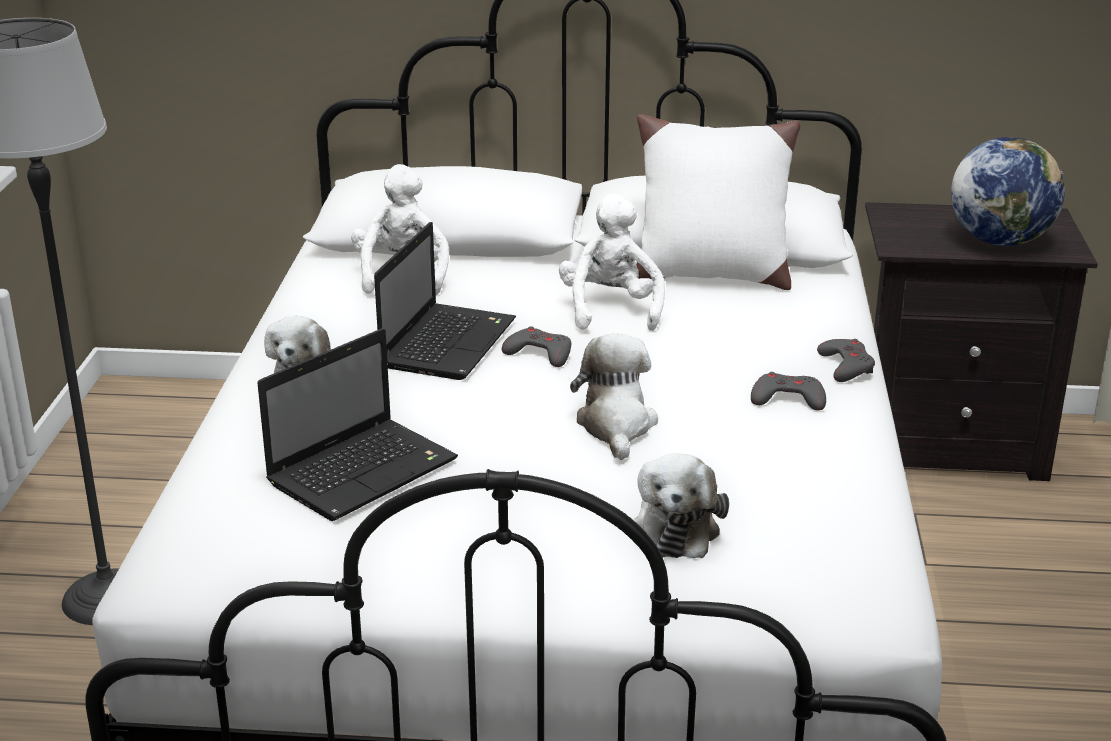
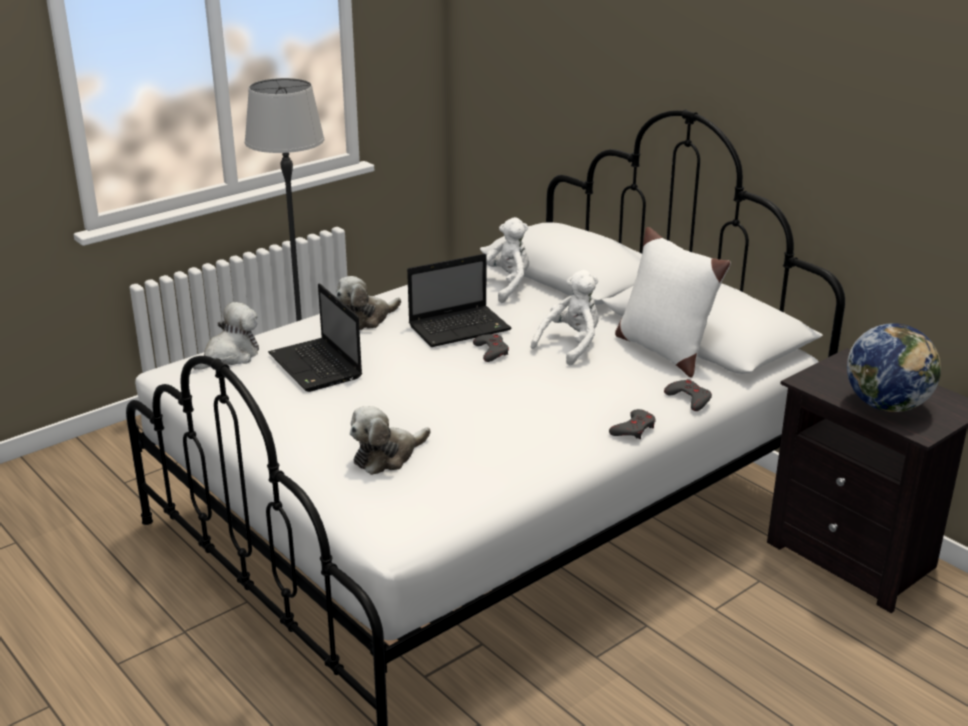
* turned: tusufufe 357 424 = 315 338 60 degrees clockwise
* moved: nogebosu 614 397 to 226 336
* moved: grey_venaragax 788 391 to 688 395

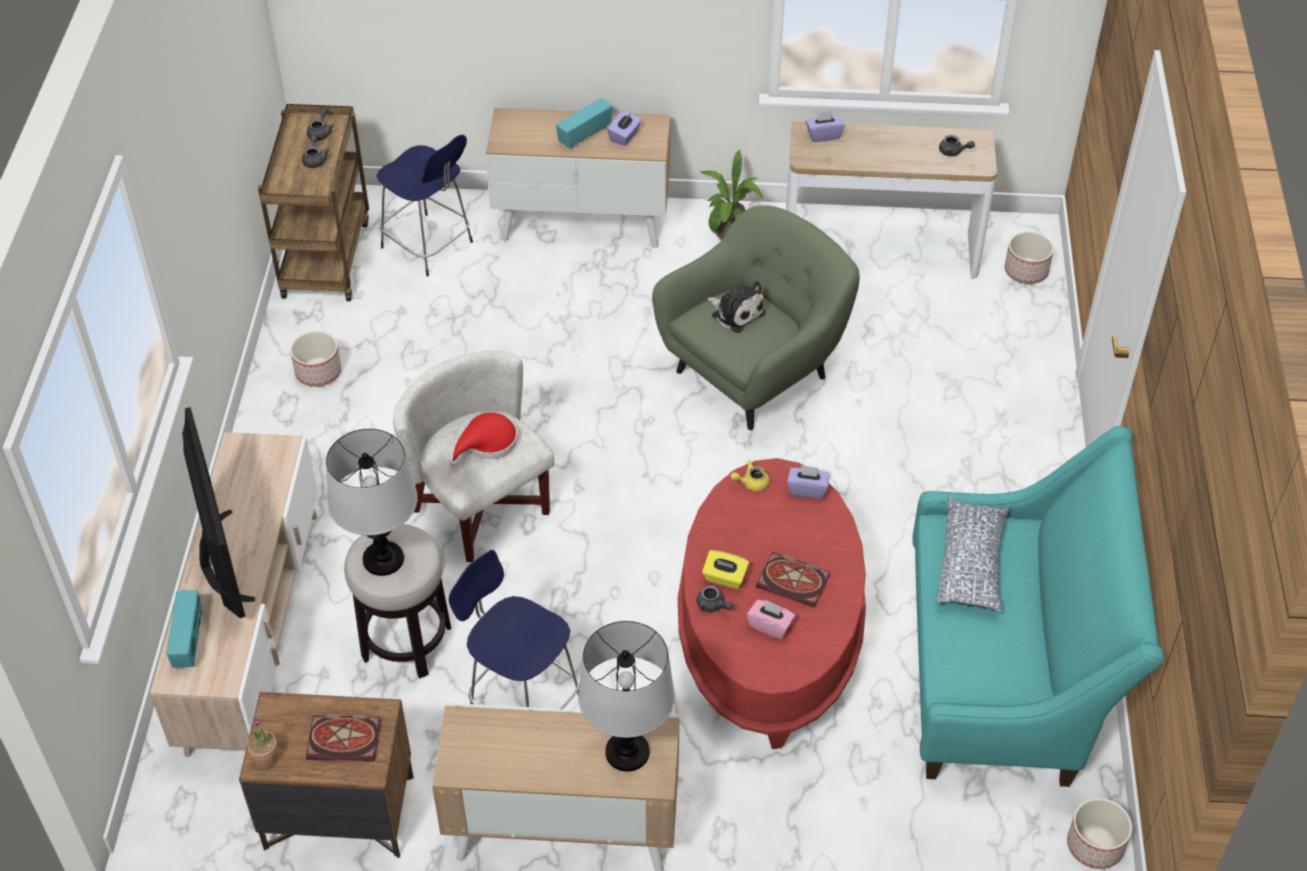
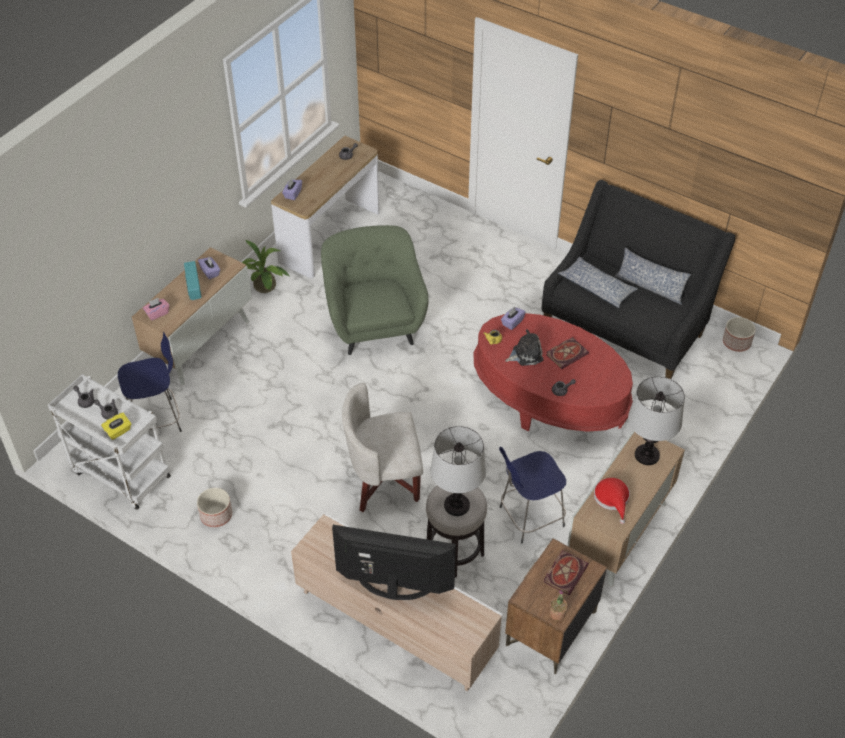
* removed: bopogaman 185 629
* recoloured: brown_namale 313 202 to white_namale 109 442
* moved: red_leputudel 484 439 to 612 501
* moved: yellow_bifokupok 725 569 to 116 426
* moved: nogebosu 736 307 to 524 347
* moved: pink_bifokupok 771 619 to 156 309
* recoloured: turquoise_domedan 1038 606 to black_domedan 638 279
* removed: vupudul 1029 257
* added: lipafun 653 276

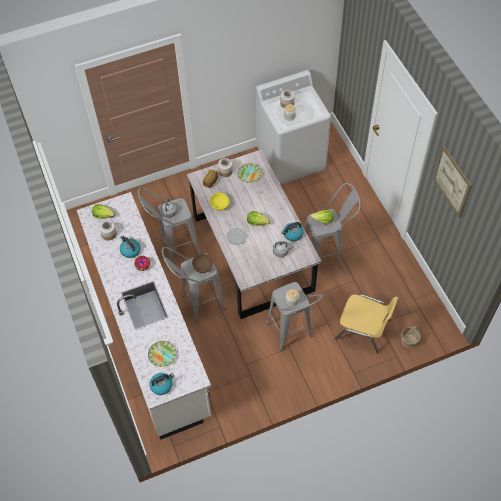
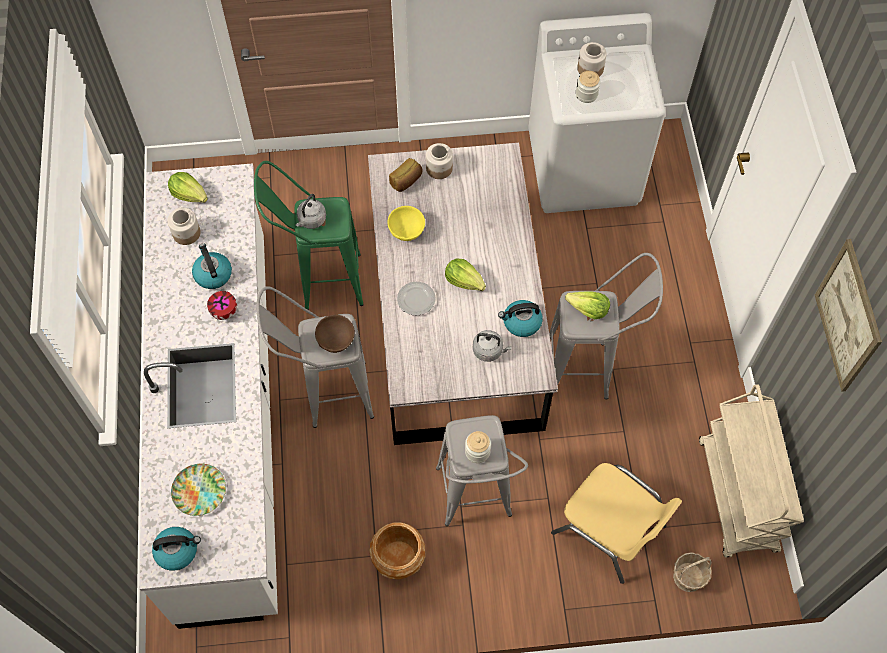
* recoloured: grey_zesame 169 224 to green_zesame 309 235
* removed: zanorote 250 173
* added: brown_vupudul 397 551
* added: beige_namale 751 471

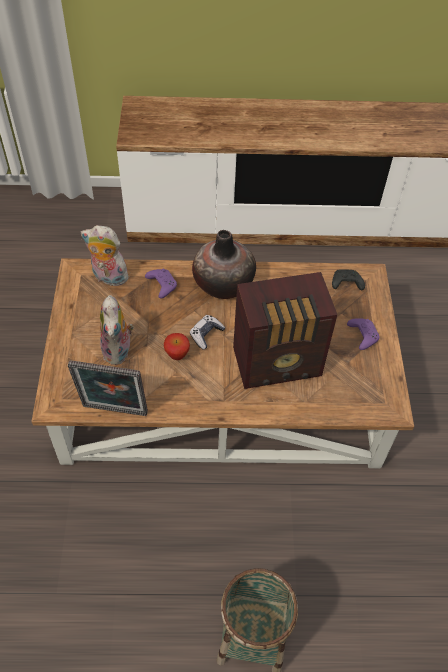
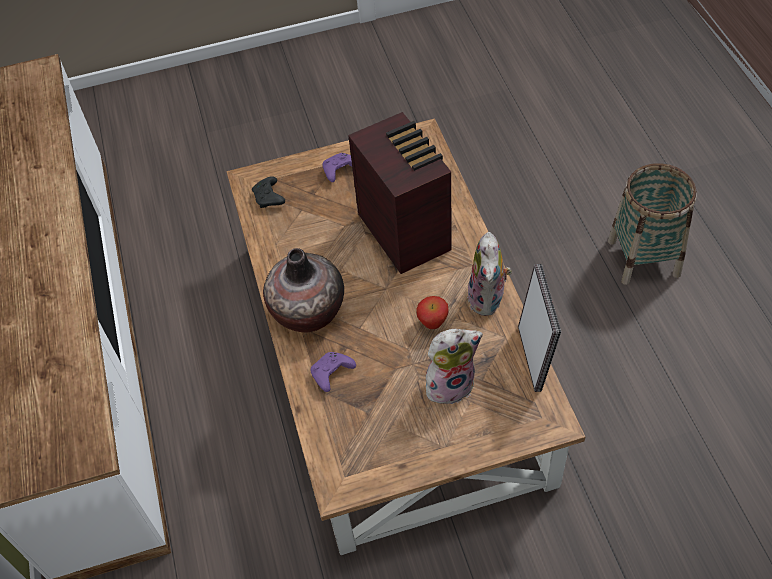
* moved: nogebosu 105 255 to 489 274
* removed: venaragax 207 332

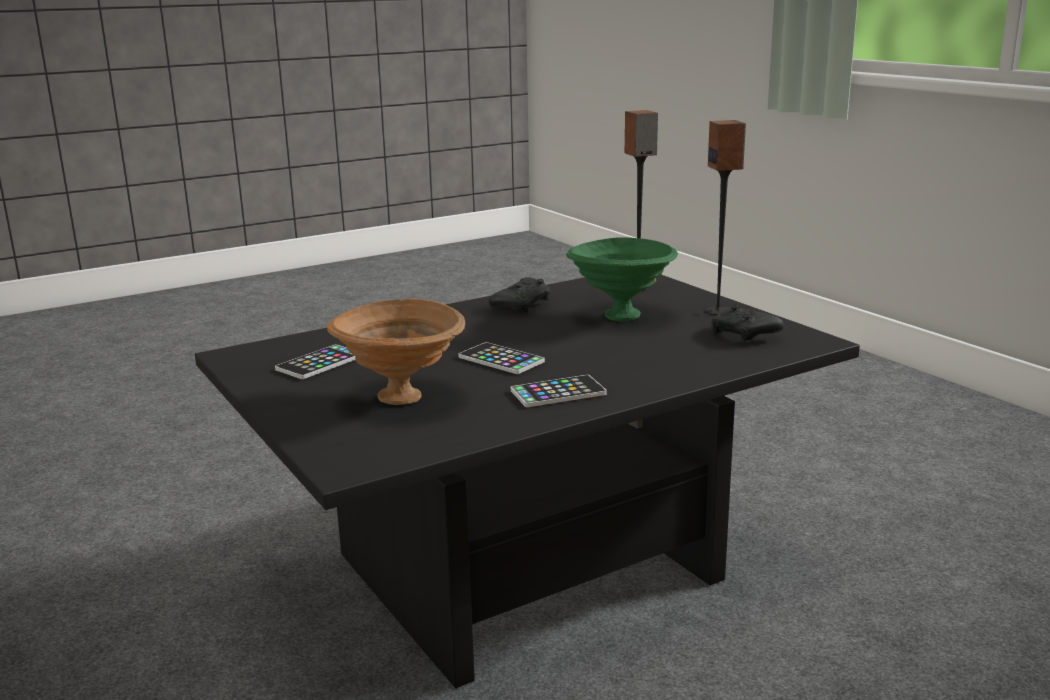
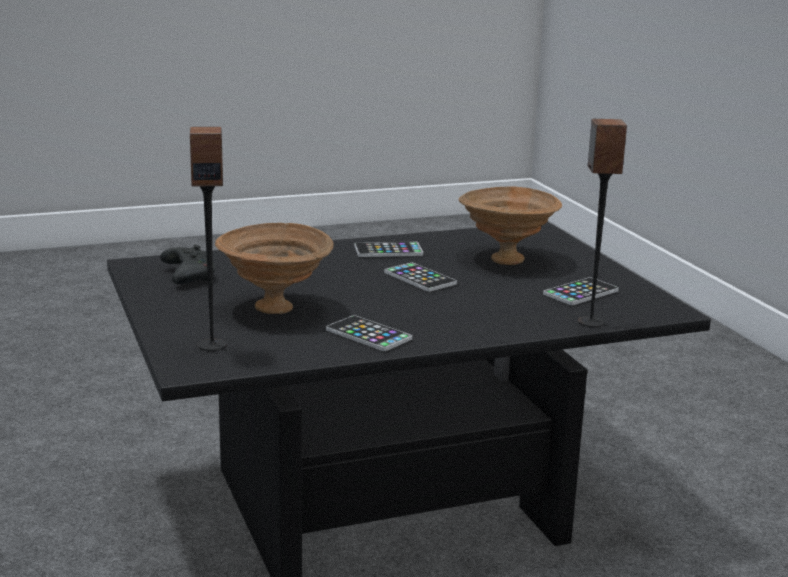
* replaced: black_venaragax 519 295 to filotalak 369 333
* recoloured: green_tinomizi 622 279 to brown_tinomizi 274 268
* moved: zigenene 726 217 to 602 223

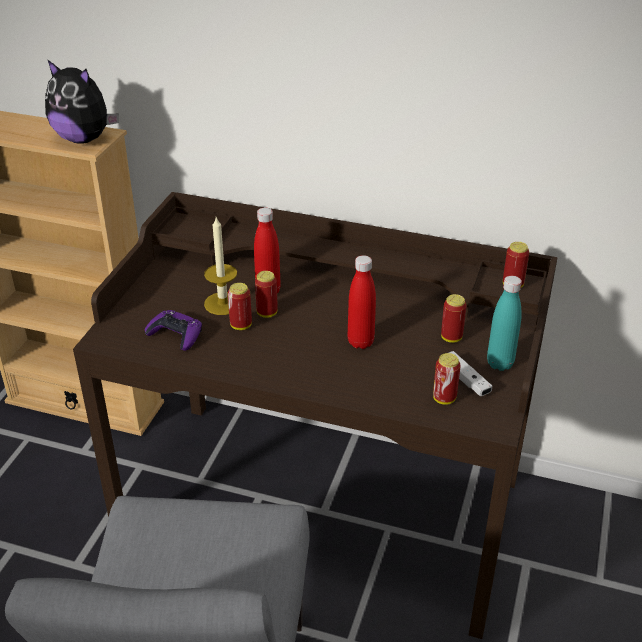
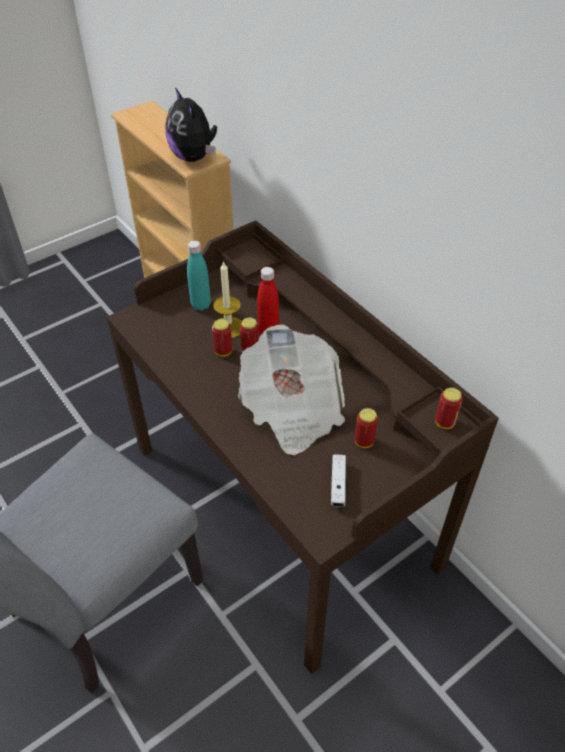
* removed: purple_venaragax 173 330
* replaced: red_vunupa 362 302 to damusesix 291 390
* removed: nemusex 447 379
* moved: turquoise_vunupa 504 323 to 199 275

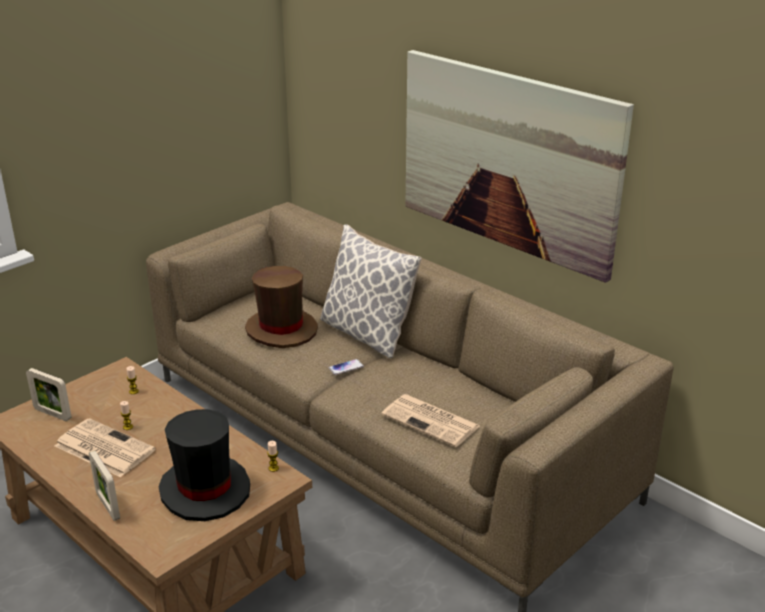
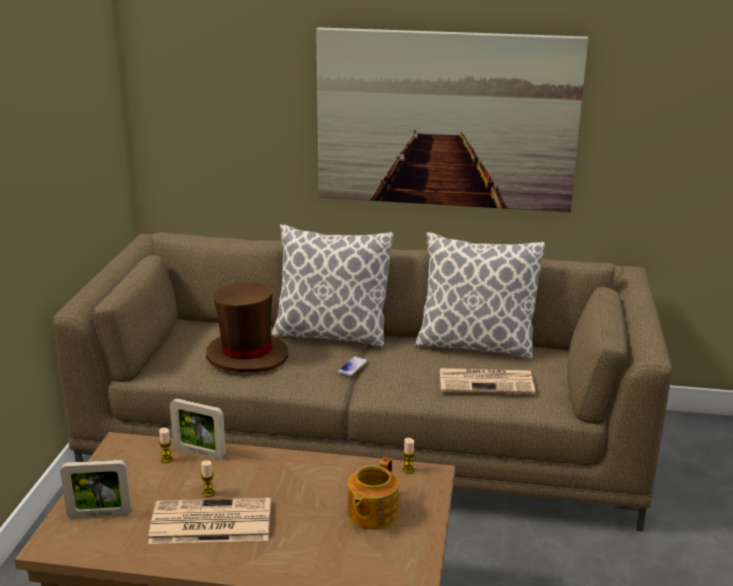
* moved: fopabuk 104 486 to 198 429
* replaced: black_leputudel 204 465 to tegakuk 373 493
* added: lipafun 480 295

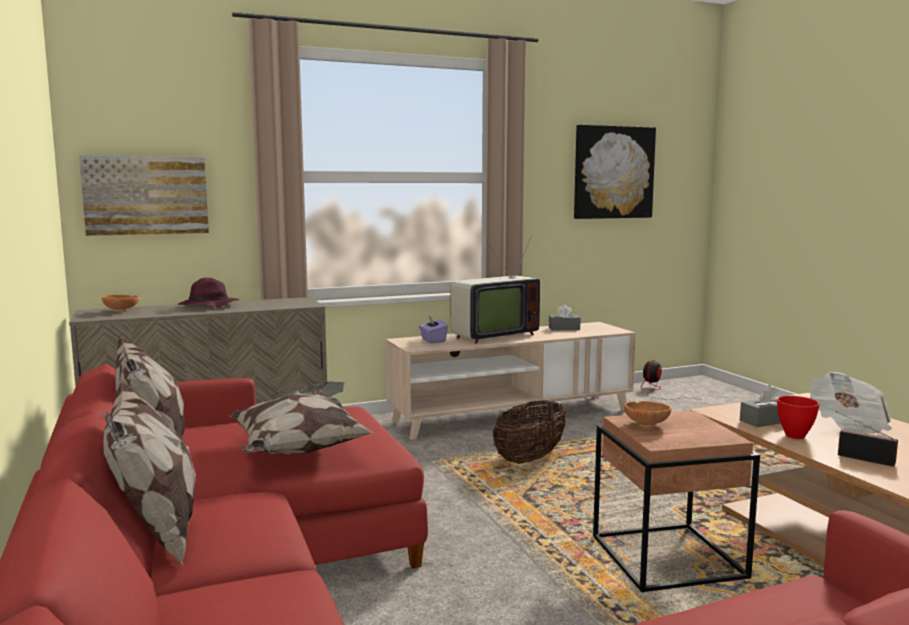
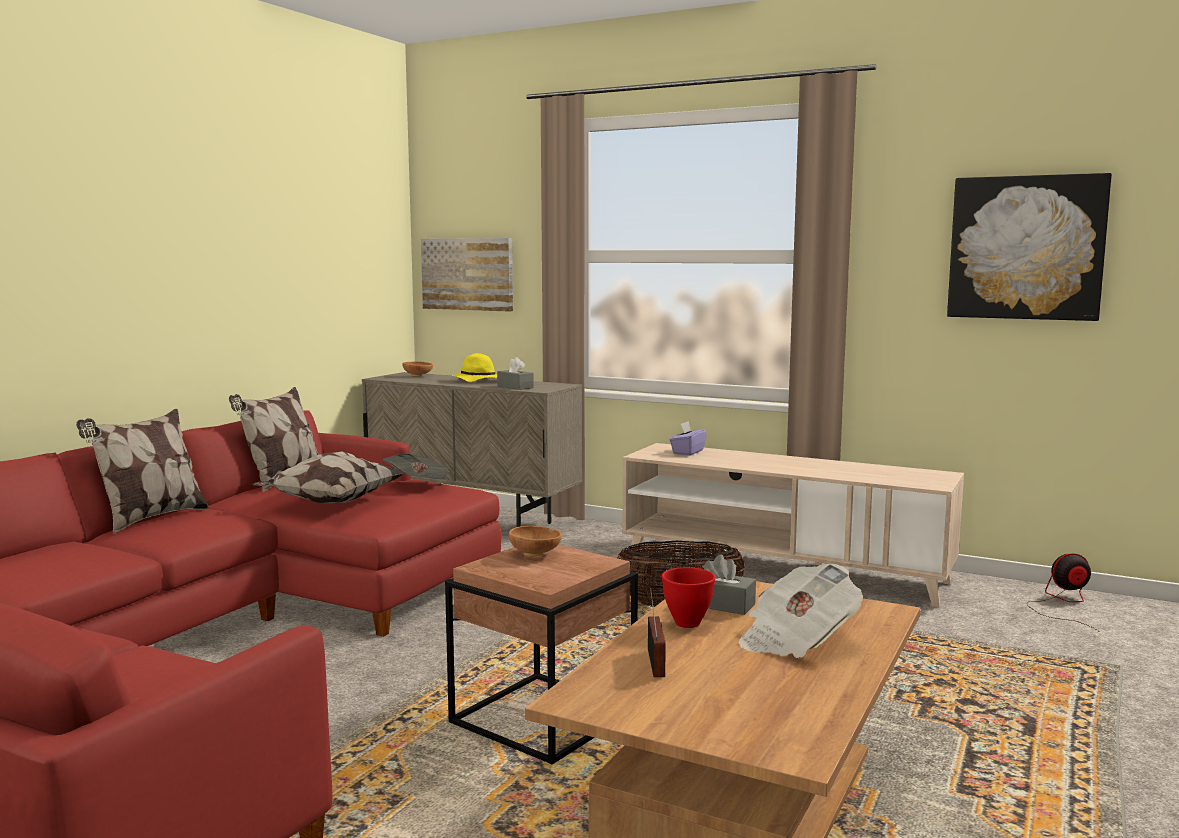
* recoloured: purple_leputudel 208 293 to yellow_leputudel 474 367
* removed: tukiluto 495 289
* moved: grey_bifokupok 564 317 to 515 373

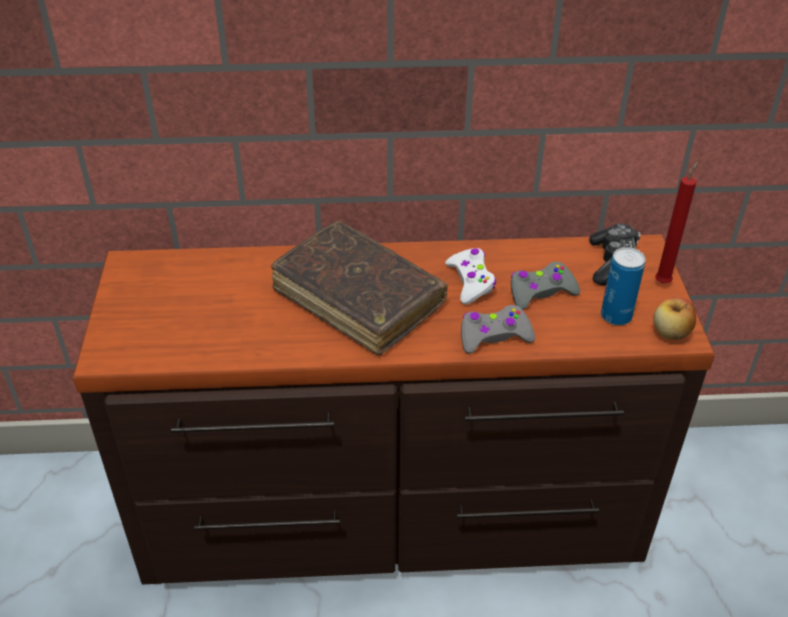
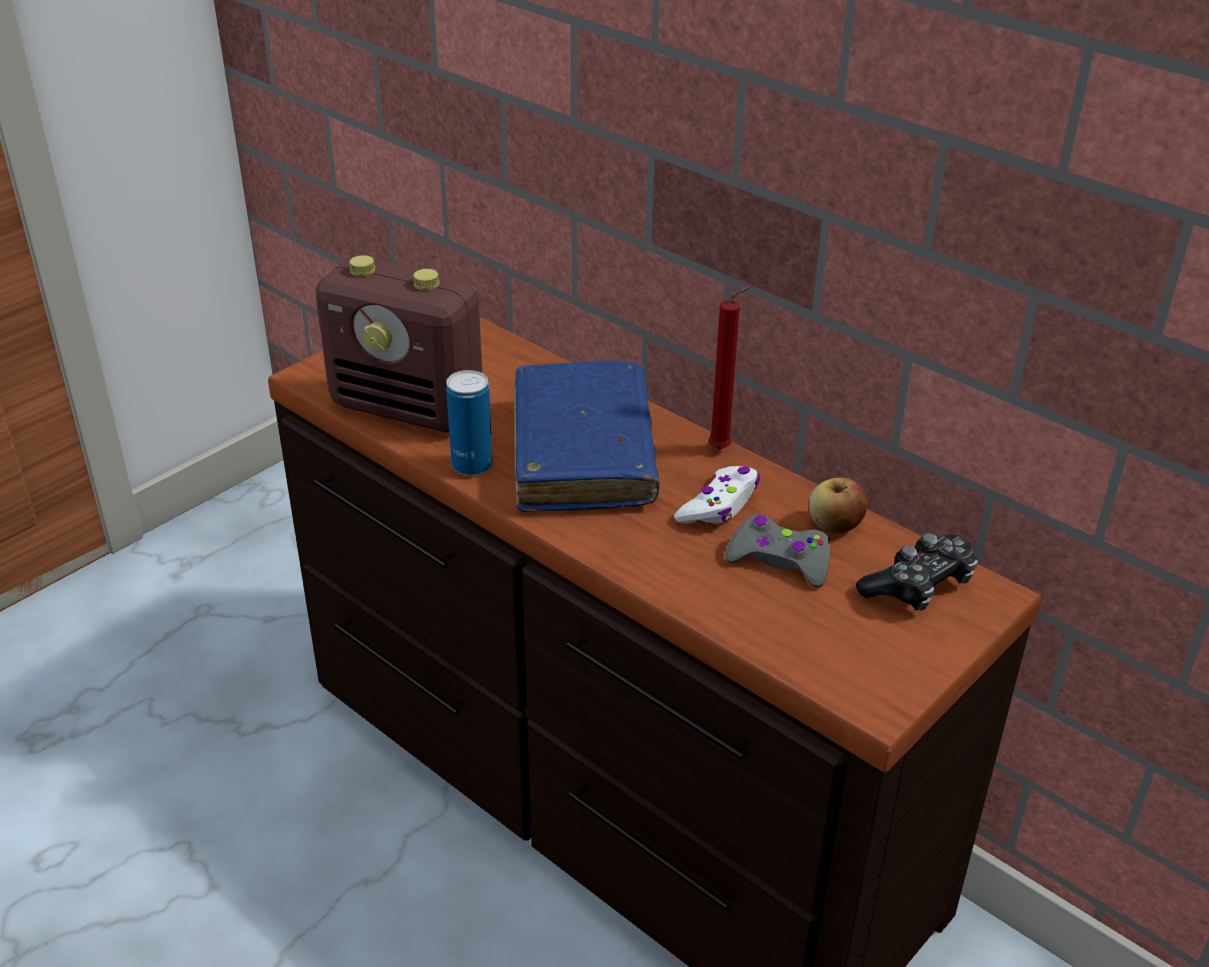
* recoloured: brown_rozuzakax 359 288 to blue_rozuzakax 587 436
* removed: grey_venaragax 498 329
* moved: nemusex 623 286 to 469 423
* moved: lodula 674 319 to 838 506
* moved: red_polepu 677 222 to 730 368
* added: bopogaman 398 343

